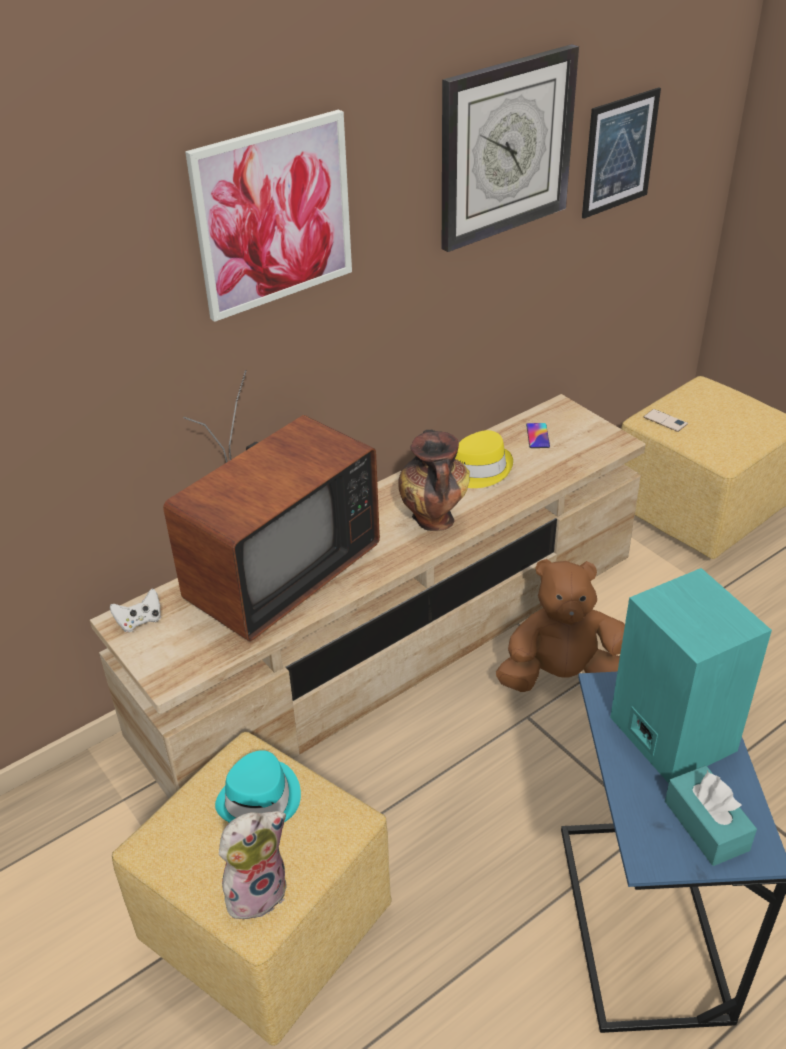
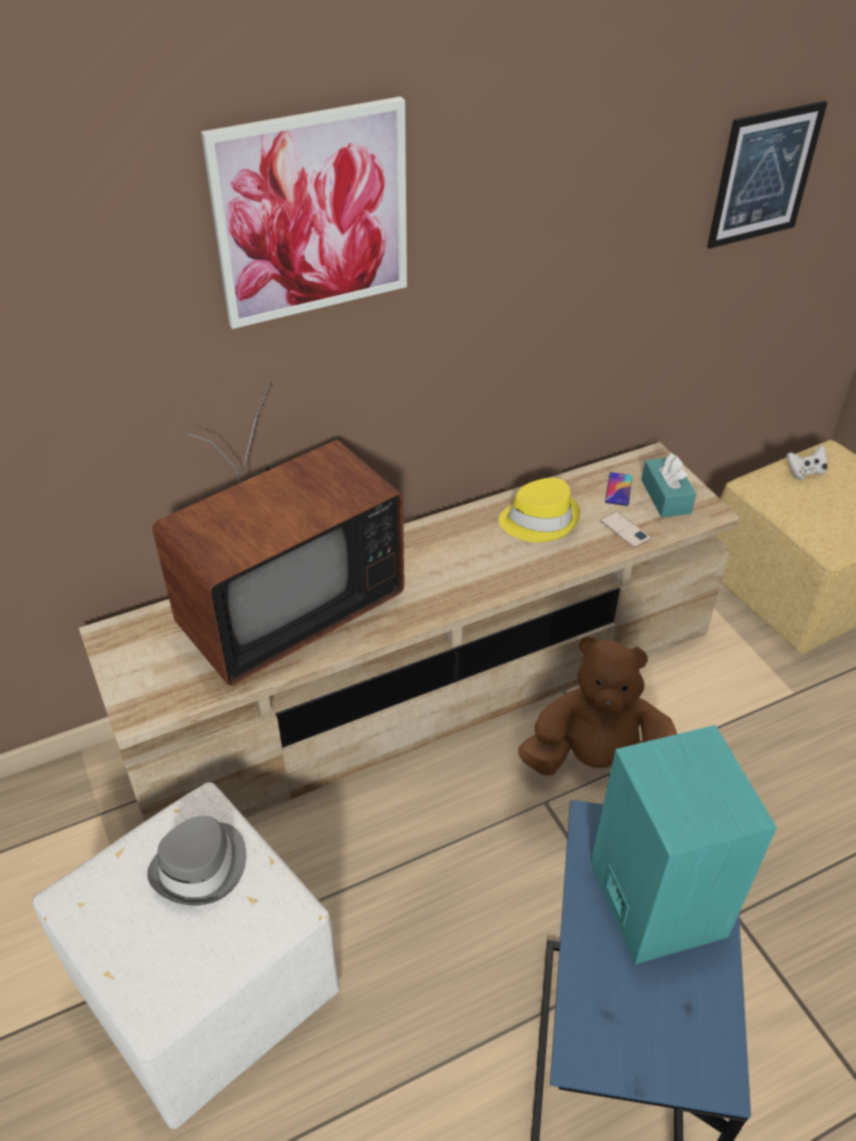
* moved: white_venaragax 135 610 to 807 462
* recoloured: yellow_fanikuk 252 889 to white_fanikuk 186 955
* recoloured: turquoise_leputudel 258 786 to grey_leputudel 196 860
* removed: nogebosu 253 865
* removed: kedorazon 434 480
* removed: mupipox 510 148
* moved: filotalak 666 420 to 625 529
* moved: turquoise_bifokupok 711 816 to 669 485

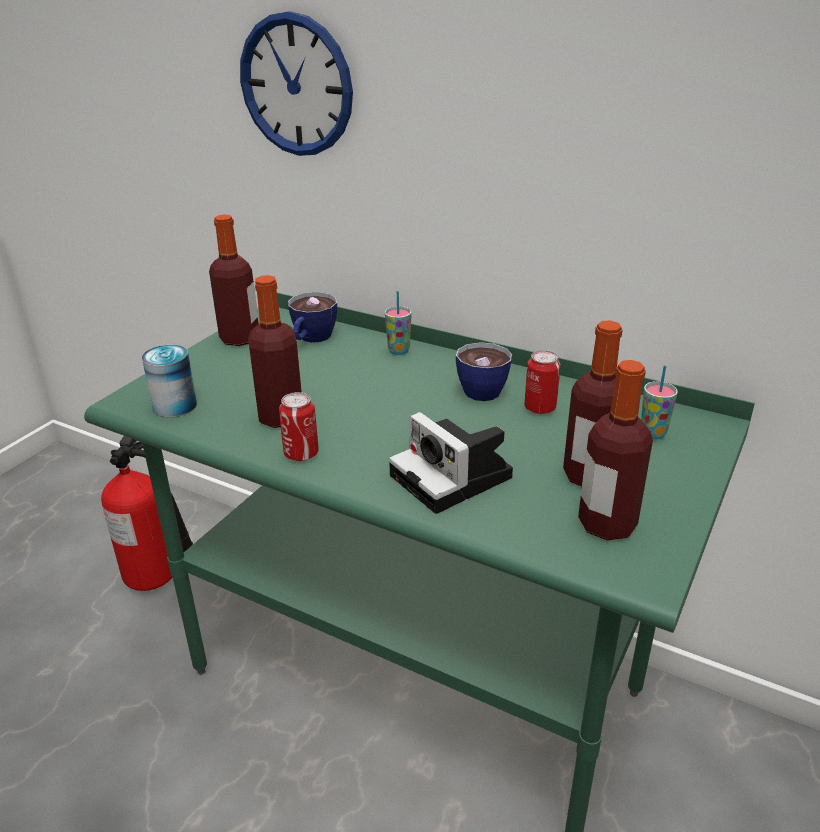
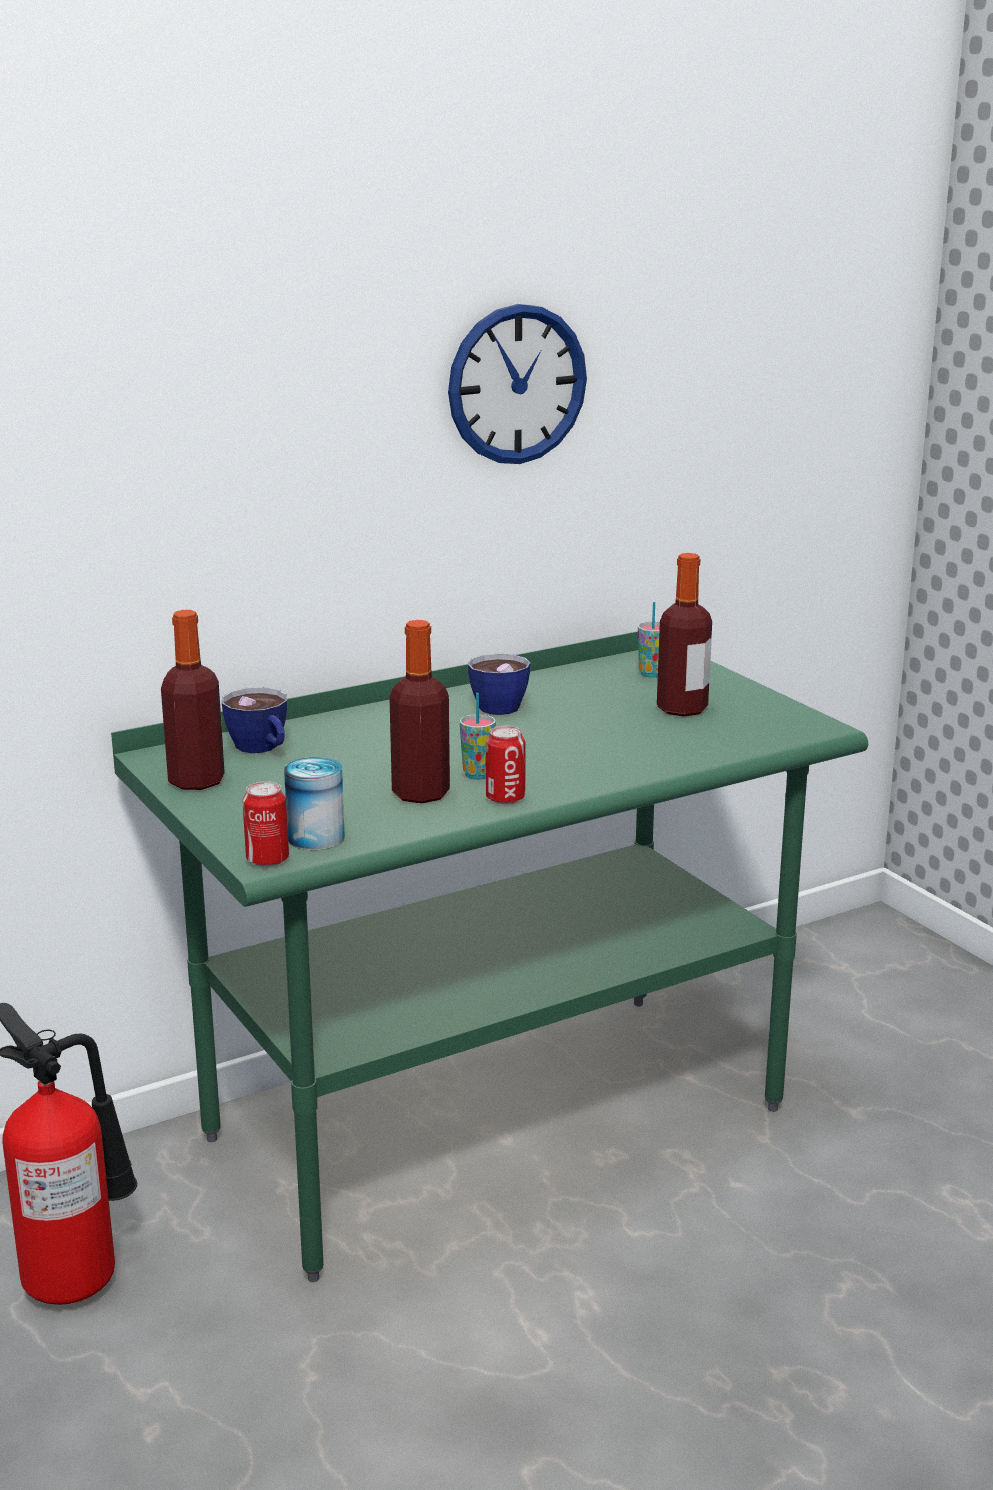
* moved: mupipox 296 83 to 517 384
* moved: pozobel 398 323 to 478 736
* removed: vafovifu 451 463
* moved: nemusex 542 382 to 266 824
* removed: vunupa 615 450

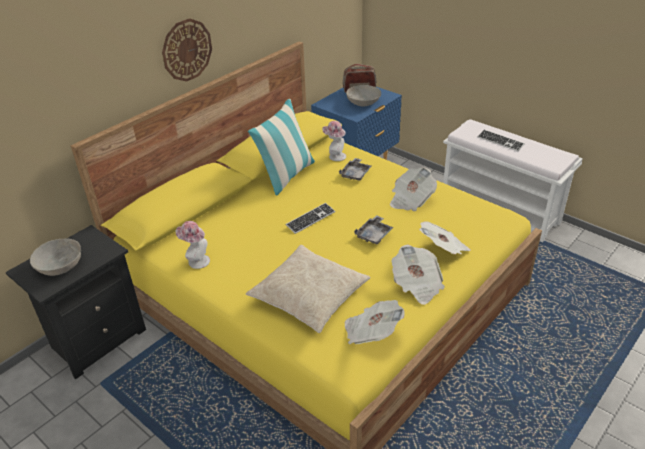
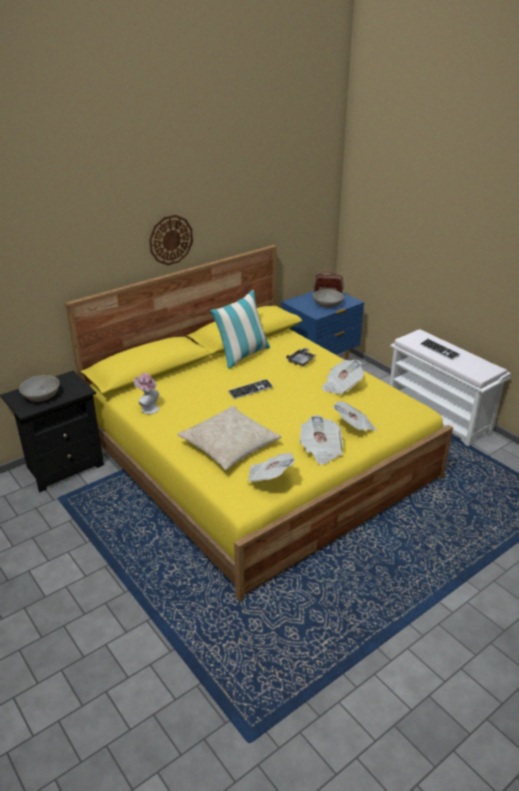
* removed: leputudel 334 141
* removed: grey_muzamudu 374 229

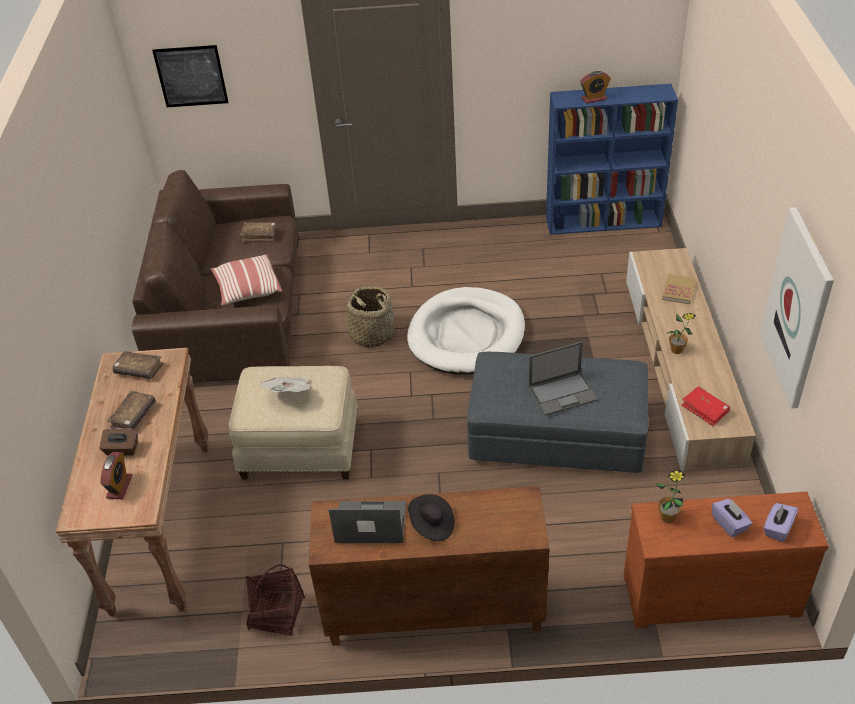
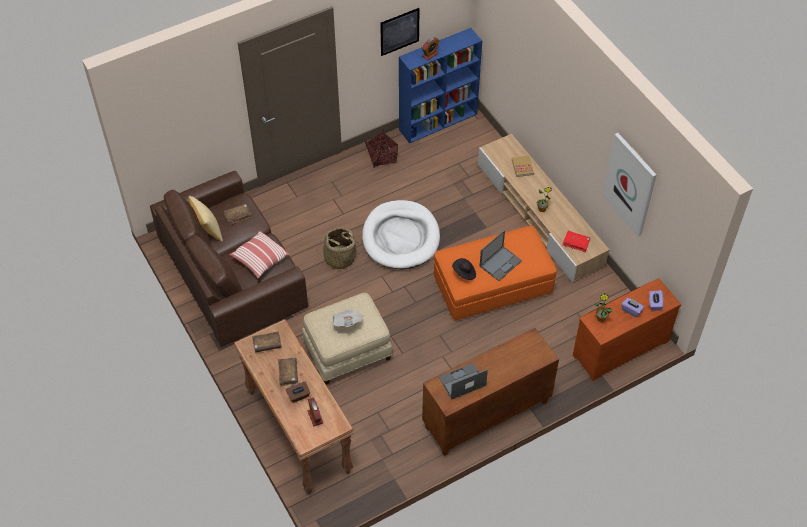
* moved: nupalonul 190 76 to 400 32
* moved: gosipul 275 600 to 381 148
* moved: black_leputudel 431 517 to 464 269
* recoloured: grey_fanikuk 557 412 to orange_fanikuk 495 273
* added: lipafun 205 219

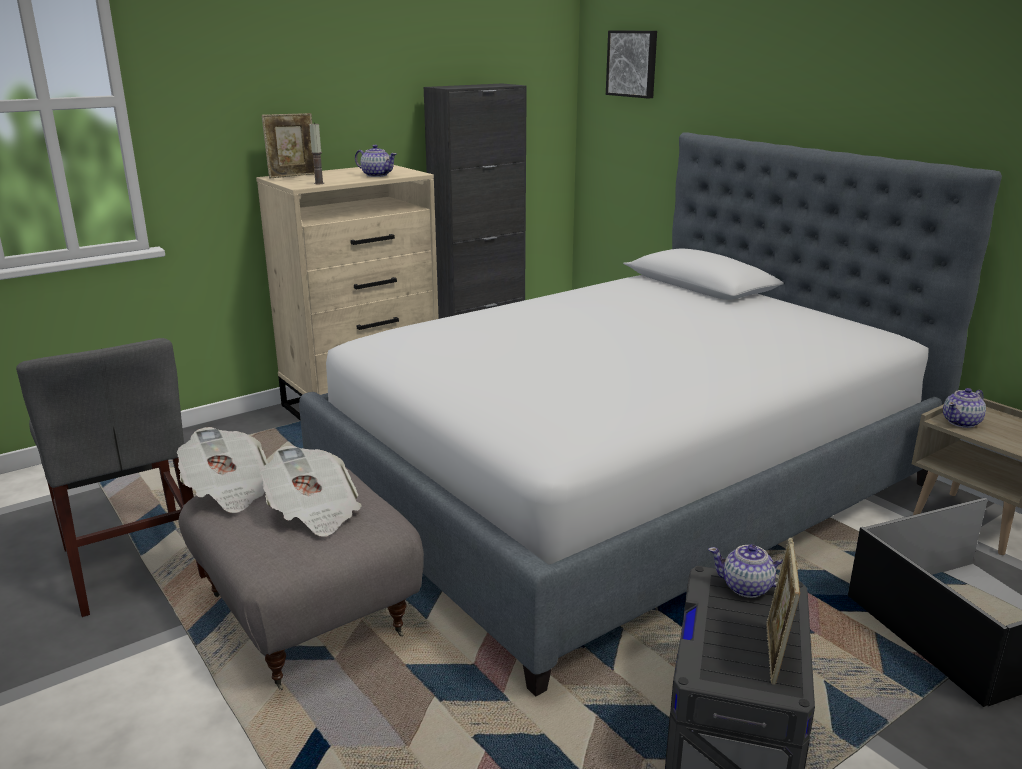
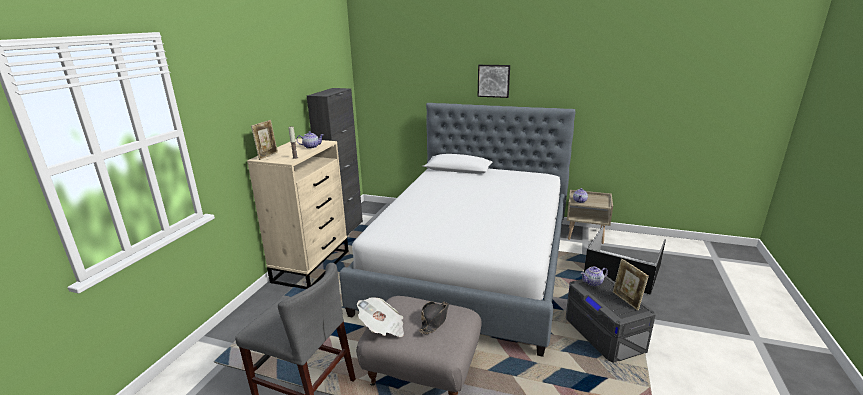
* replaced: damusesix 311 491 to black_leputudel 434 317
* moved: nupalonul 631 64 to 494 81

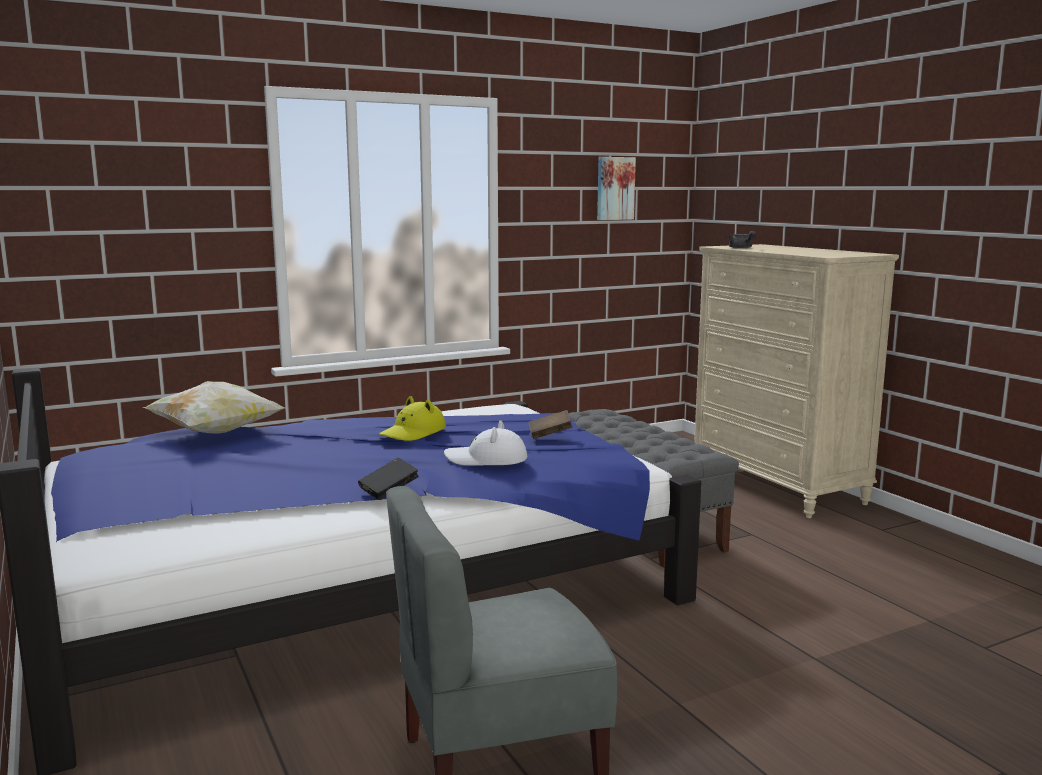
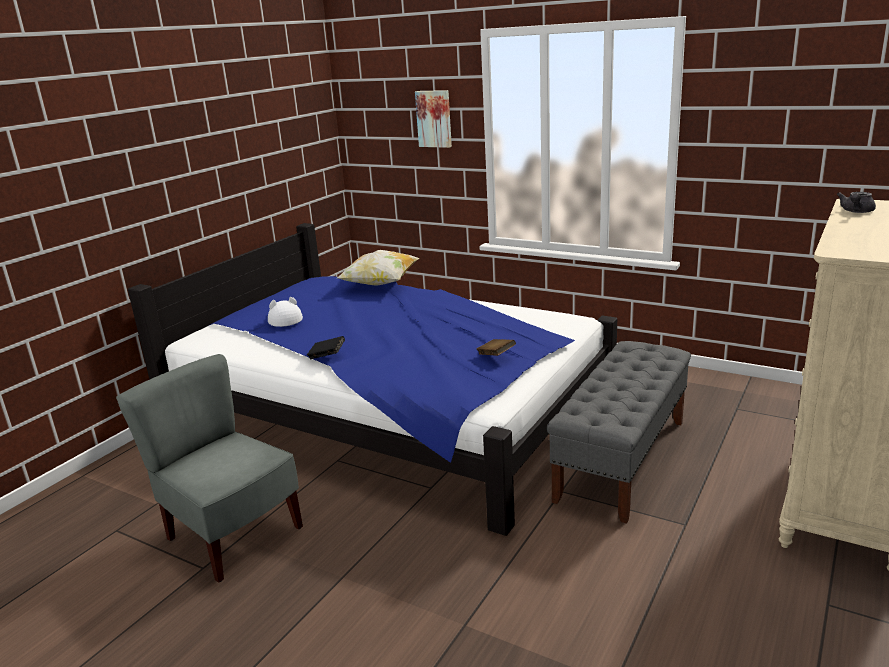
* removed: yellow_leputudel 412 418
* moved: white_leputudel 485 443 to 285 312
* moved: nupalonul 616 188 to 433 119

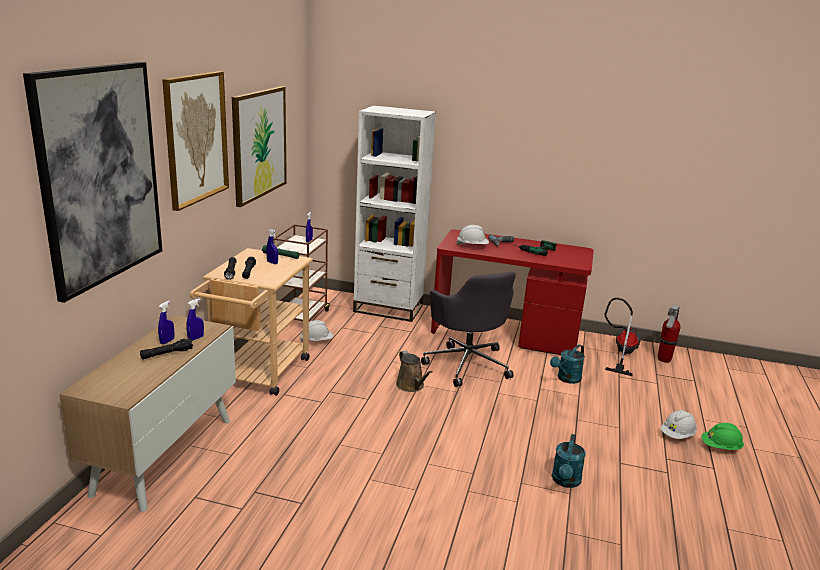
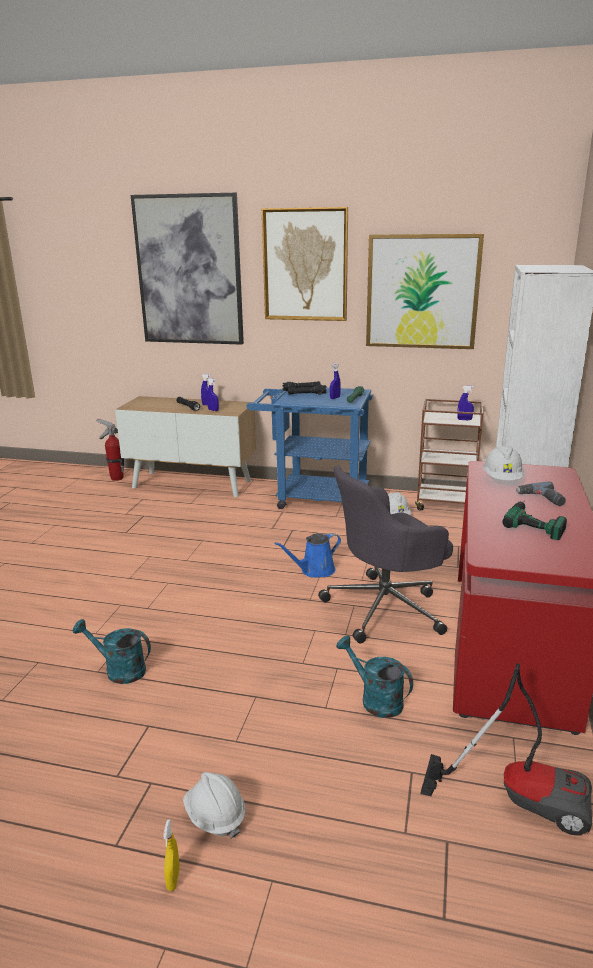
* recoloured: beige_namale 251 322 to blue_namale 309 448
* recoloured: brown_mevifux 414 371 to blue_mevifux 307 555
* moved: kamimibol 669 334 to 110 450
* replaced: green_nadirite 722 436 to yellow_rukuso 171 855

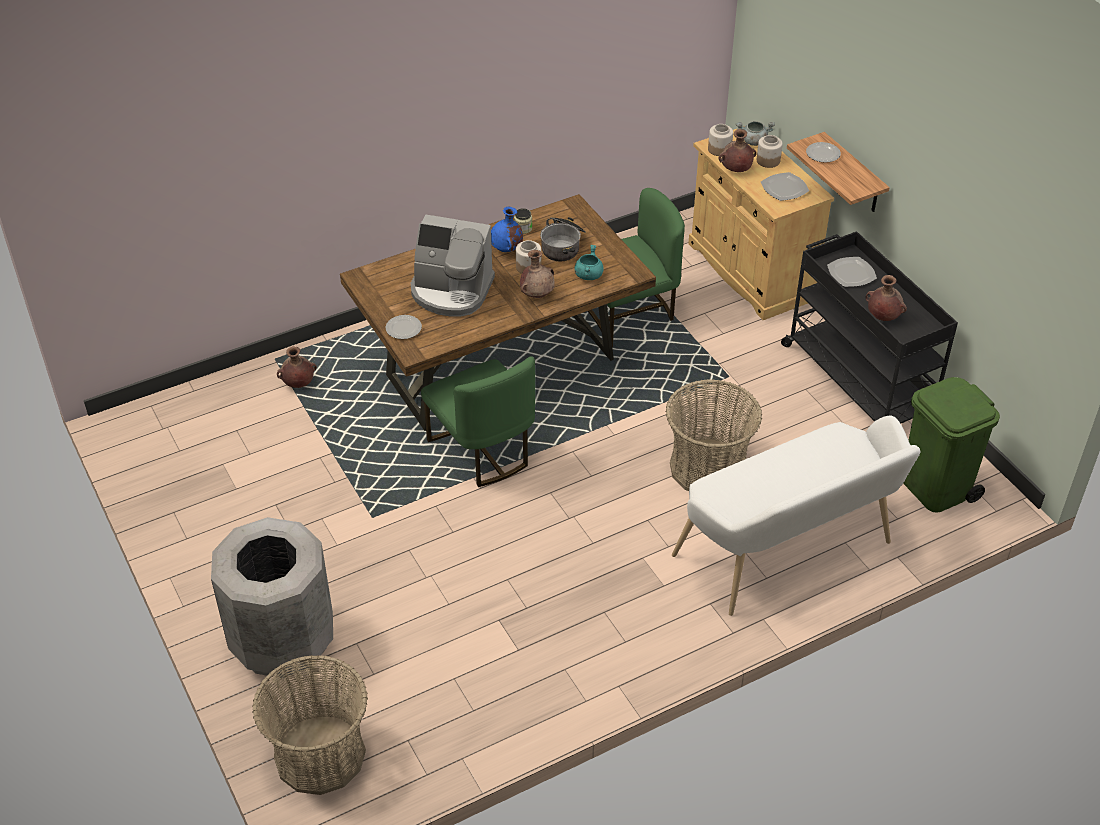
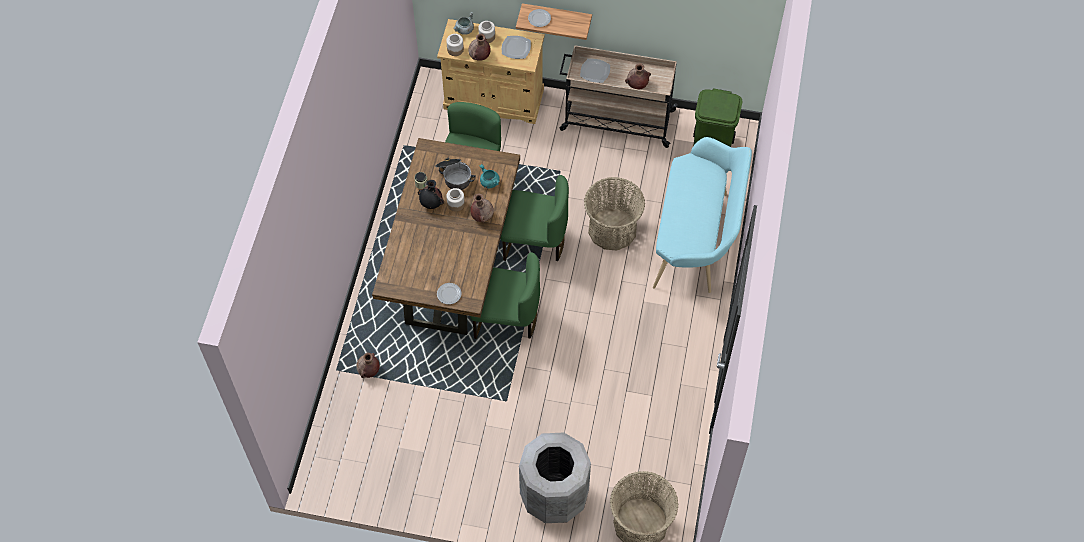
* removed: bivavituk 453 266
* recoloured: blue_kedorazon 507 229 to black_kedorazon 431 194
* recoloured: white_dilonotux 796 515 to turquoise_dilonotux 702 215
* recoloured: black_namale 869 327 to beige_namale 619 96
* added: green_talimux 534 218

